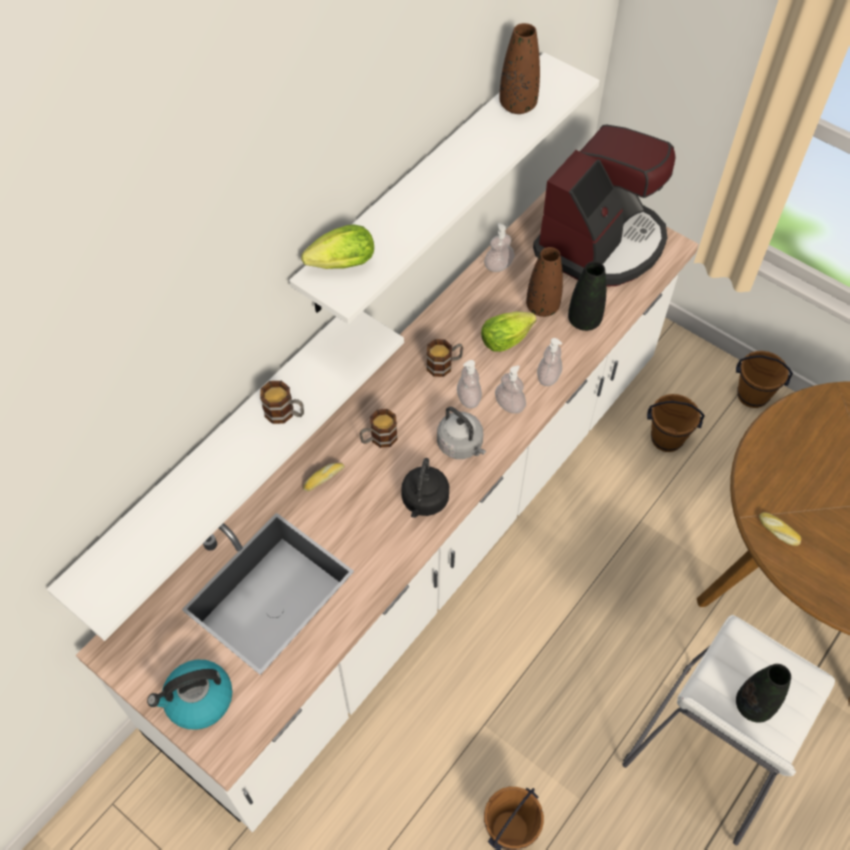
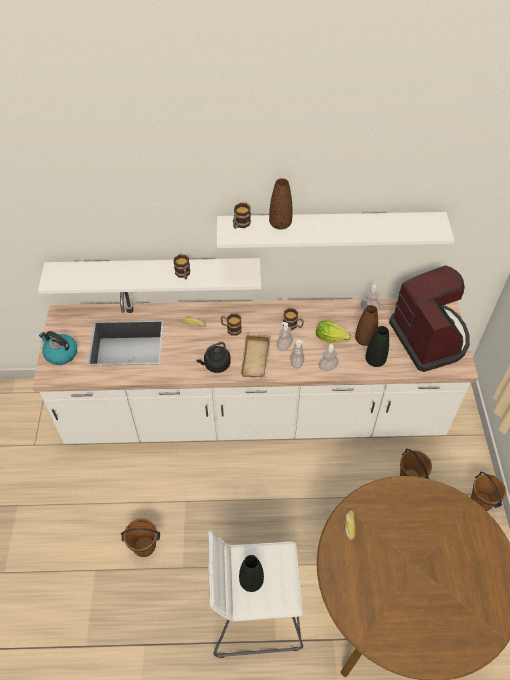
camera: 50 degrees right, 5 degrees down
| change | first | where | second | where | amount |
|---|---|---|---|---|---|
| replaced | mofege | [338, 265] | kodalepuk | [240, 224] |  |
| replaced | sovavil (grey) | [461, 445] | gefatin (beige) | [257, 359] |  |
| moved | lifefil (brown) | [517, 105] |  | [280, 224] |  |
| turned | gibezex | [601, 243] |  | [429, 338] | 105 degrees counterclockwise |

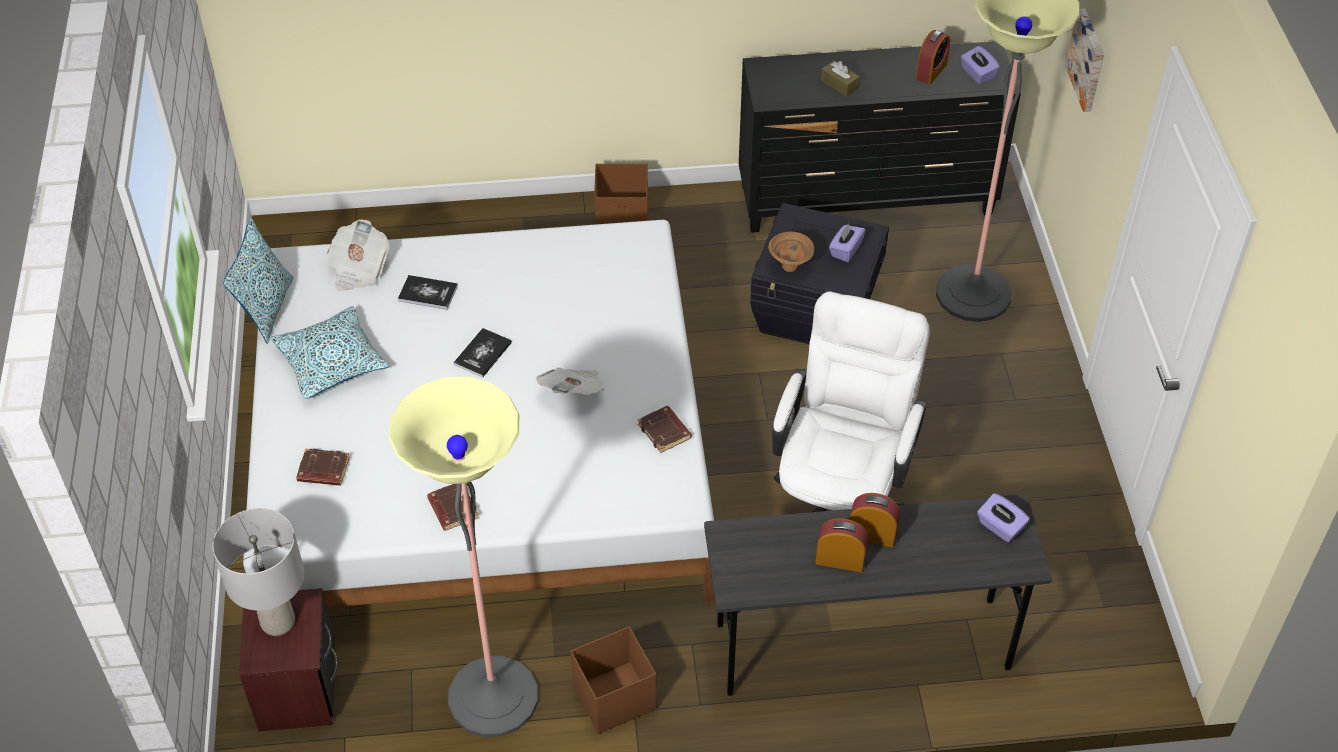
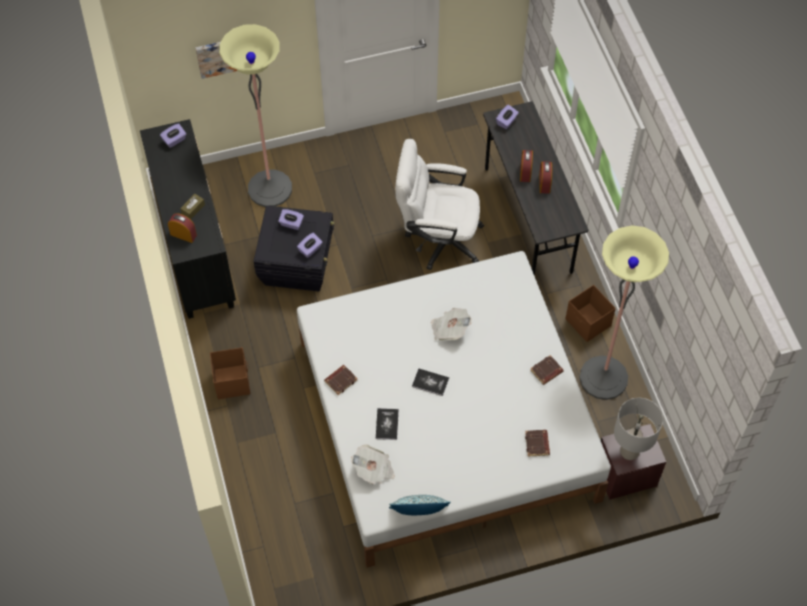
camera: 100 degrees left, 10 degrees up
| change | first | where | second | where | amount |
|---|---|---|---|---|---|
| moved | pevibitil | [931, 71] |  | [183, 235] |  |
| replaced | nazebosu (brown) | [790, 267] | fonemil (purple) | [310, 249] |  |
| moved | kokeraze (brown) | [665, 432] |  | [340, 380] |  |
| removed | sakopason | [331, 362] |  |  |  |

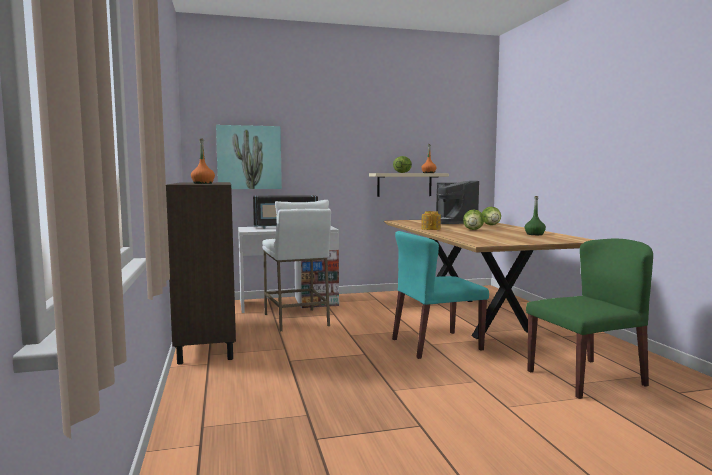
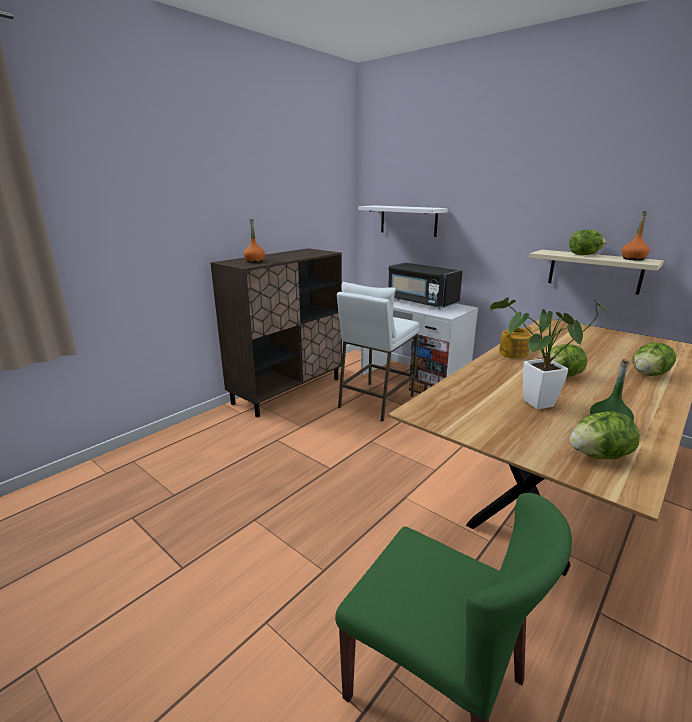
camera: 55 degrees right, 15 degrees up
| change | first | where | second | where | amount |
|---|---|---|---|---|---|
| replaced | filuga | [249, 157] | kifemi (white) | [408, 220] |  |
| added |  |  | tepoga | [532, 404] |  |
| added |  |  | mofege | [598, 455] |  |
| removed | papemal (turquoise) | [436, 344] |  |  |  |
| removed | gibezex | [455, 222] |  |  |  |

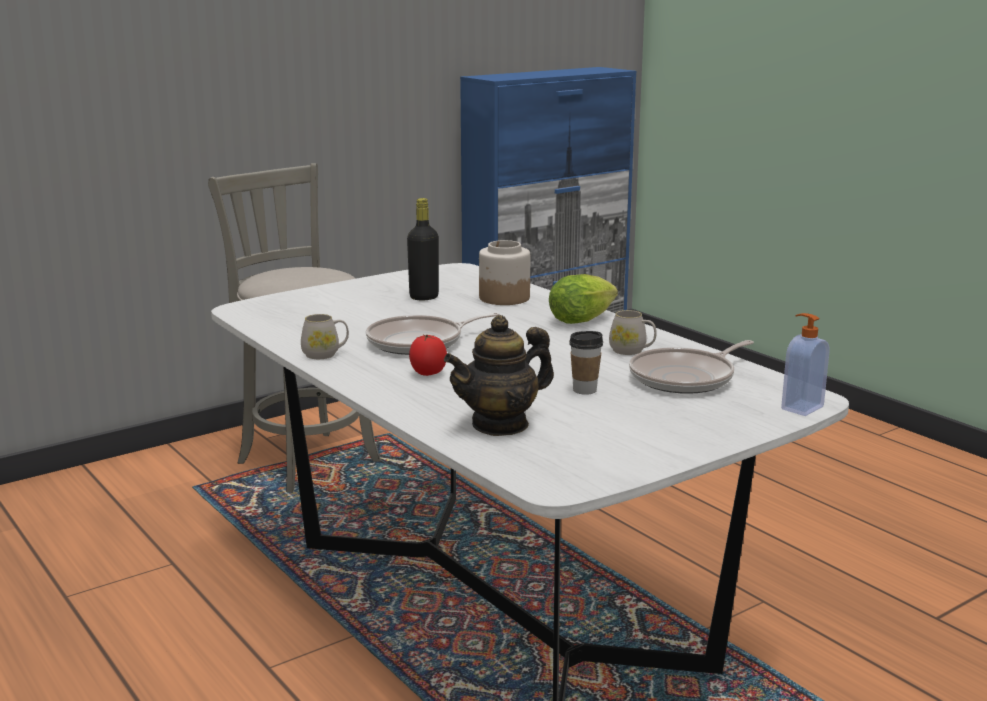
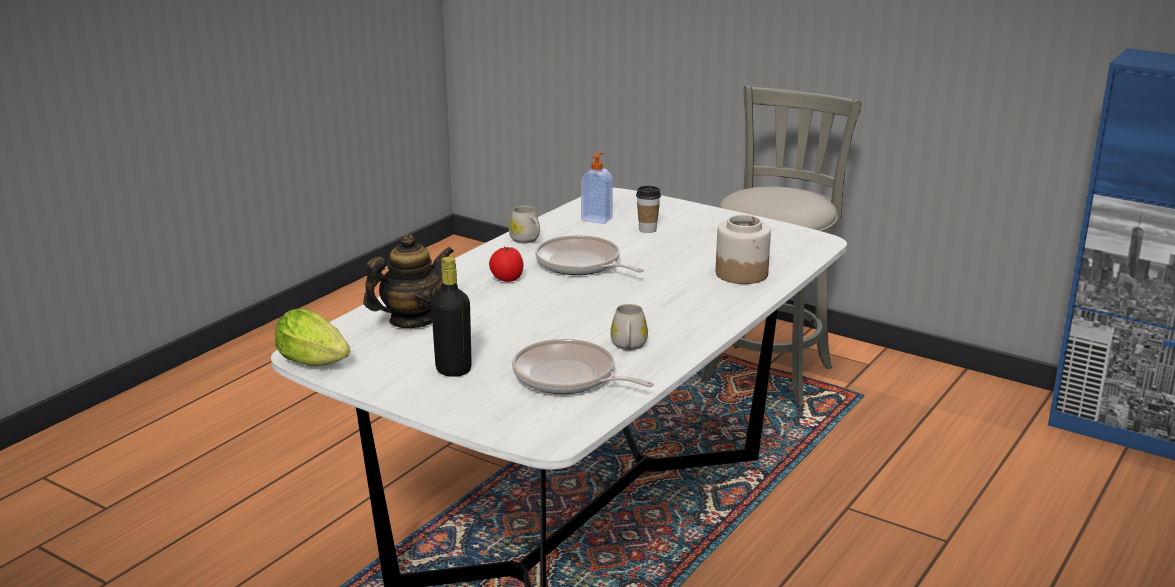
camera: 70 degrees right, 5 degrees up
| change | first | where | second | where | amount |
|---|---|---|---|---|---|
| moved | mofege | [584, 320] |  | [317, 364] |  |
| turned | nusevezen | [500, 424] |  | [412, 320] | 105 degrees clockwise |
| moved | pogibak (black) | [424, 297] |  | [453, 370] |  |
| moved | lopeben | [801, 408] |  | [597, 219] |  |
| moved | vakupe | [584, 390] |  | [647, 230] |  |

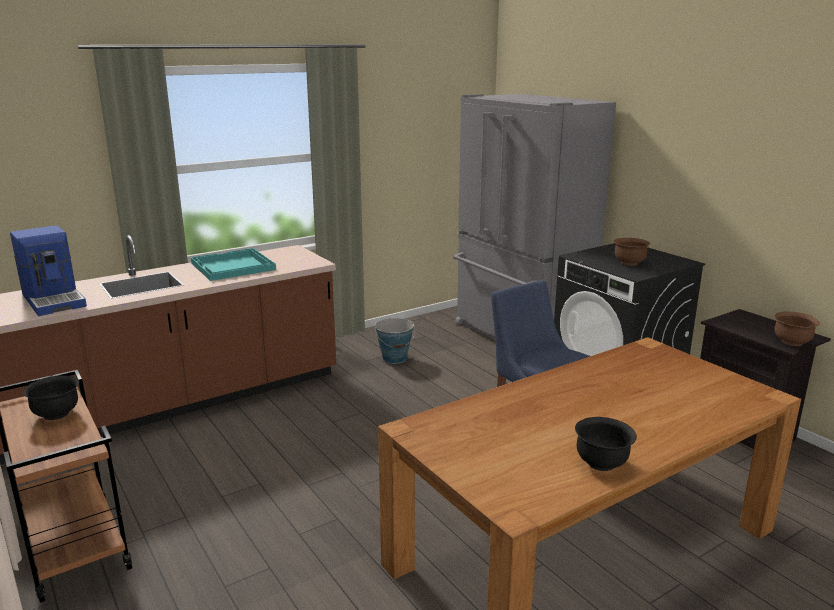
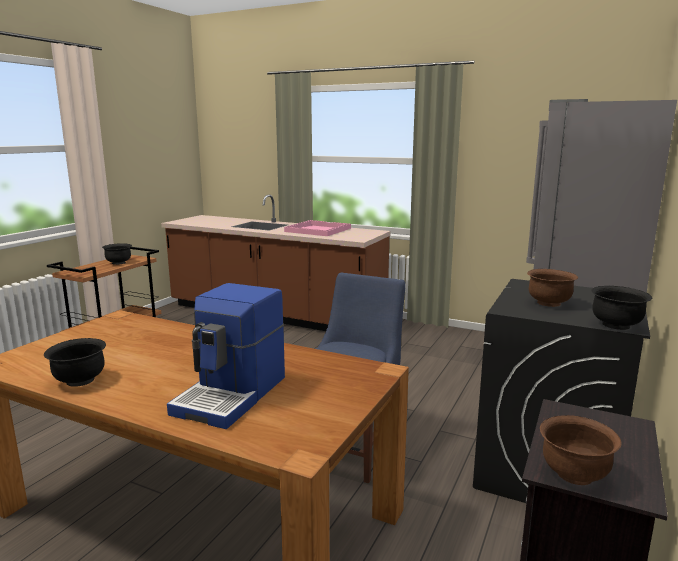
camera: 60 degrees right, 5 degrees down
| change | first | where | second | where | amount |
|---|---|---|---|---|---|
| moved | gibezex | [55, 300] |  | [233, 395] |  |
| recoloured | gefatin (turquoise) | [232, 266] | gefatin (pink) | [317, 230] |  |
| added |  |  | nazebosu (black) | [616, 325] |  |
| removed | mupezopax | [394, 358] |  |  |  |

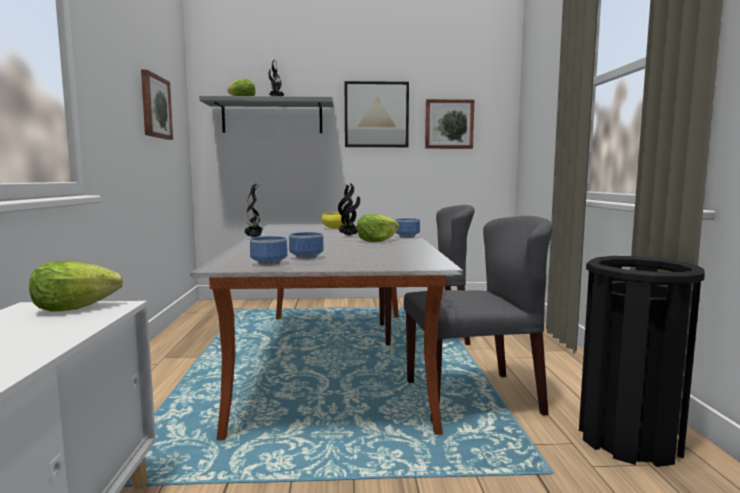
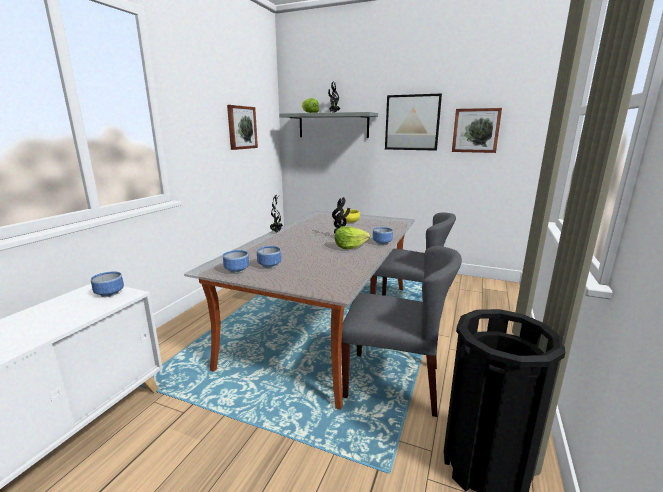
camera: 25 degrees right, 10 degrees up
| change | first | where | second | where | amount |
|---|---|---|---|---|---|
| replaced | mofege | [73, 308] | nazebosu | [109, 293] |  |

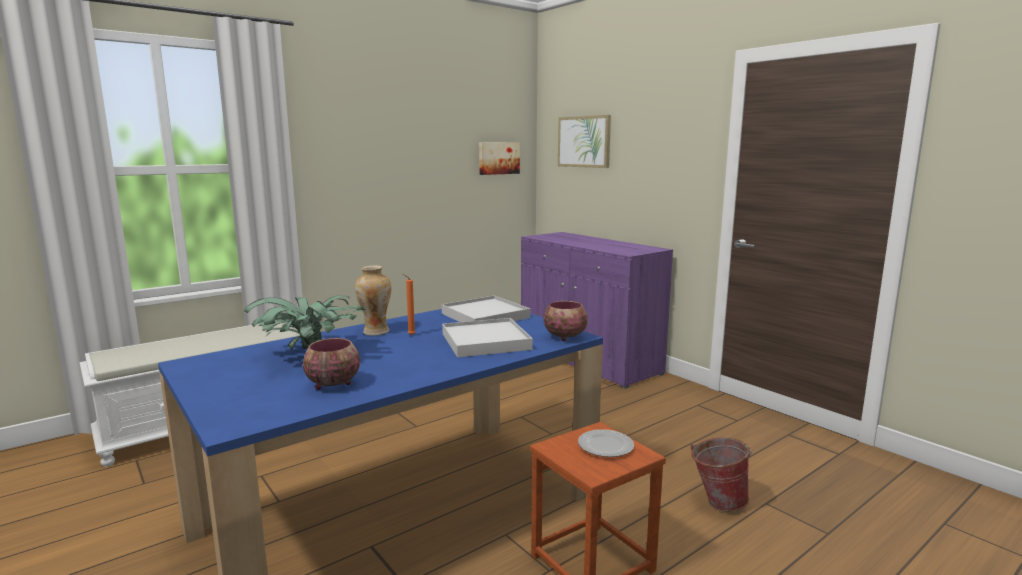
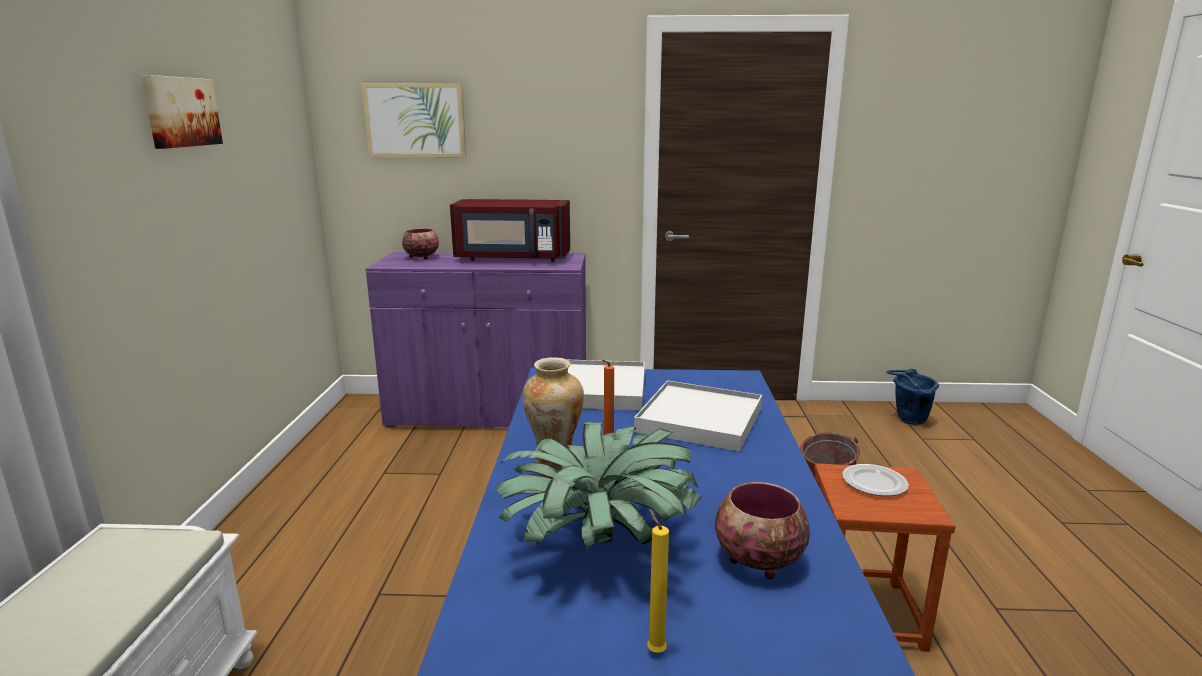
camera: 50 degrees left, 5 degrees up
| change | first | where | second | where | amount |
|---|---|---|---|---|---|
| moved | filuga | [498, 158] |  | [180, 112] |  |
| moved | nazebosu | [565, 337] |  | [421, 257] |  |
| added |  |  | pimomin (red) | [512, 258] |  |
| added |  |  | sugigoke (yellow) | [654, 650] |  |
| added |  |  | mupezopax (blue) | [907, 420] |  |

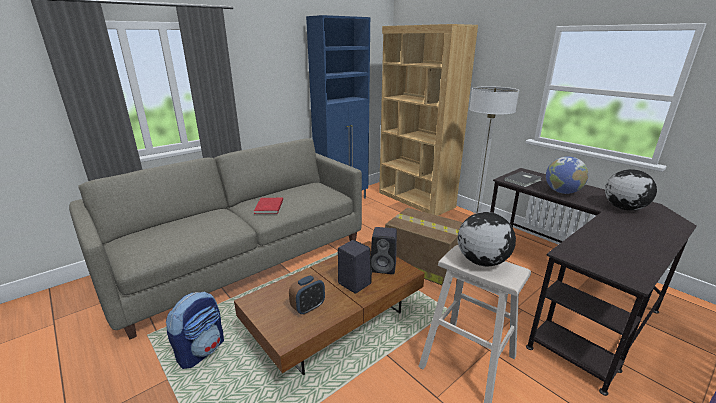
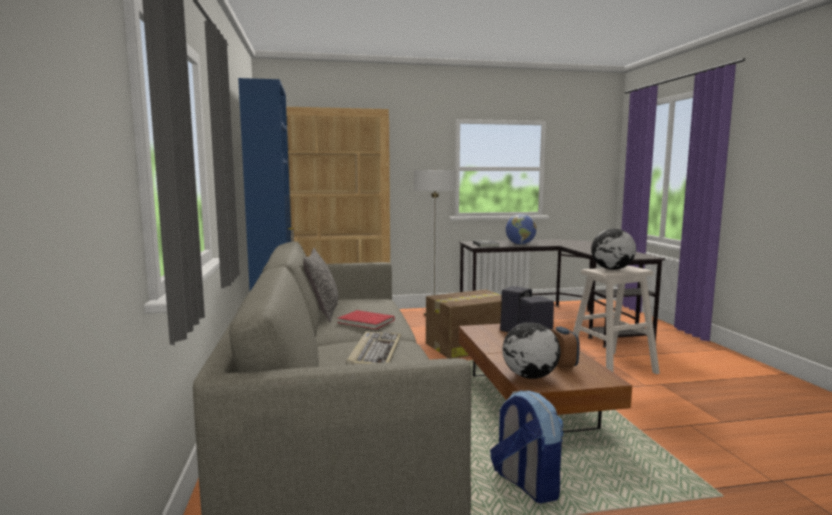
camera: 60 degrees left, 15 degrees down
| change | first | where | second | where | amount |
|---|---|---|---|---|---|
| added |  |  | sakopason | [323, 313] |  |
| added |  |  | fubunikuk | [375, 352] |  |
| moved | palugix | [623, 208] |  | [529, 376] |  |

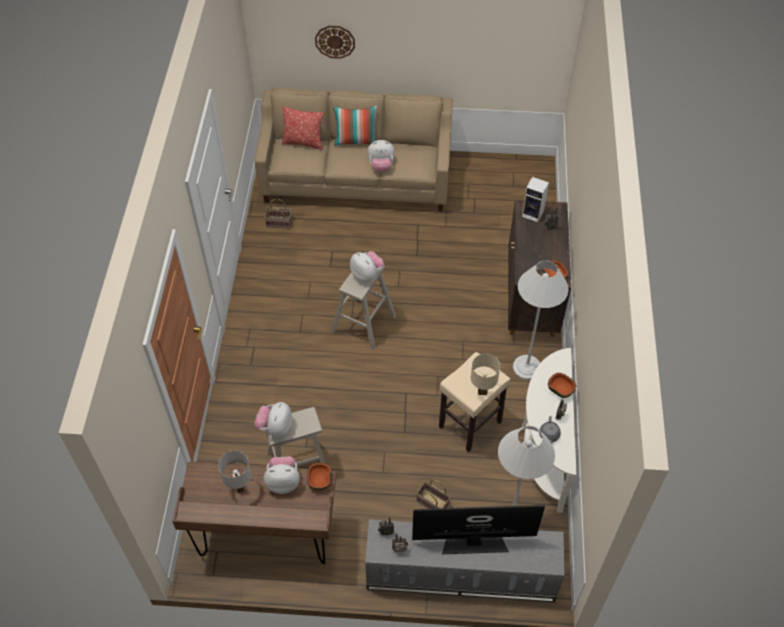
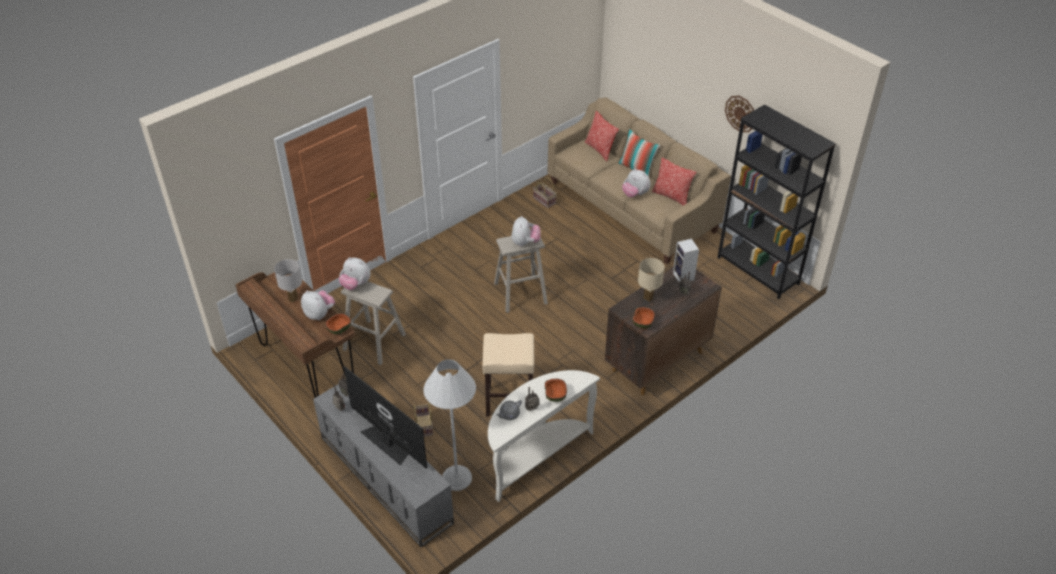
camera: 45 degrees right, 10 degrees down
| change | first | where | second | where | amount |
|---|---|---|---|---|---|
| turned | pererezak | [276, 427] |  | [356, 284] | 120 degrees counterclockwise |
| moved | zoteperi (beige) | [482, 392] |  | [648, 298] |  |
| added |  |  | sakopason | [671, 196] |  |
| added |  |  | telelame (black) | [758, 270] |  |
| moved | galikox | [335, 41] |  | [740, 113] |  |
| removed | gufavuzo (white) | [527, 367] |  |  |  |

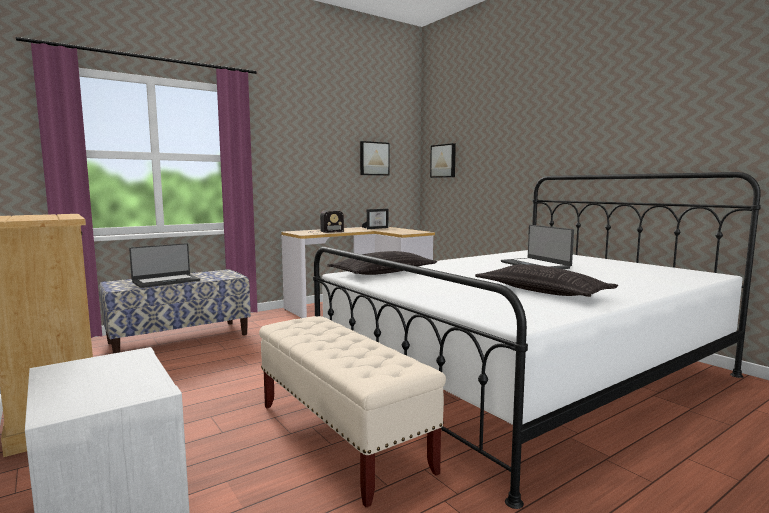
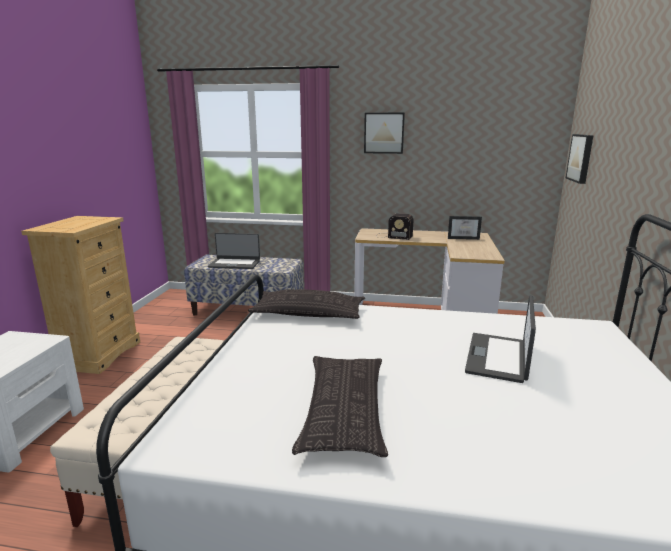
camera: 45 degrees right, 10 degrees up
| change | first | where | second | where | amount |
|---|---|---|---|---|---|
| moved | filuga | [374, 158] |  | [384, 133] |  |

